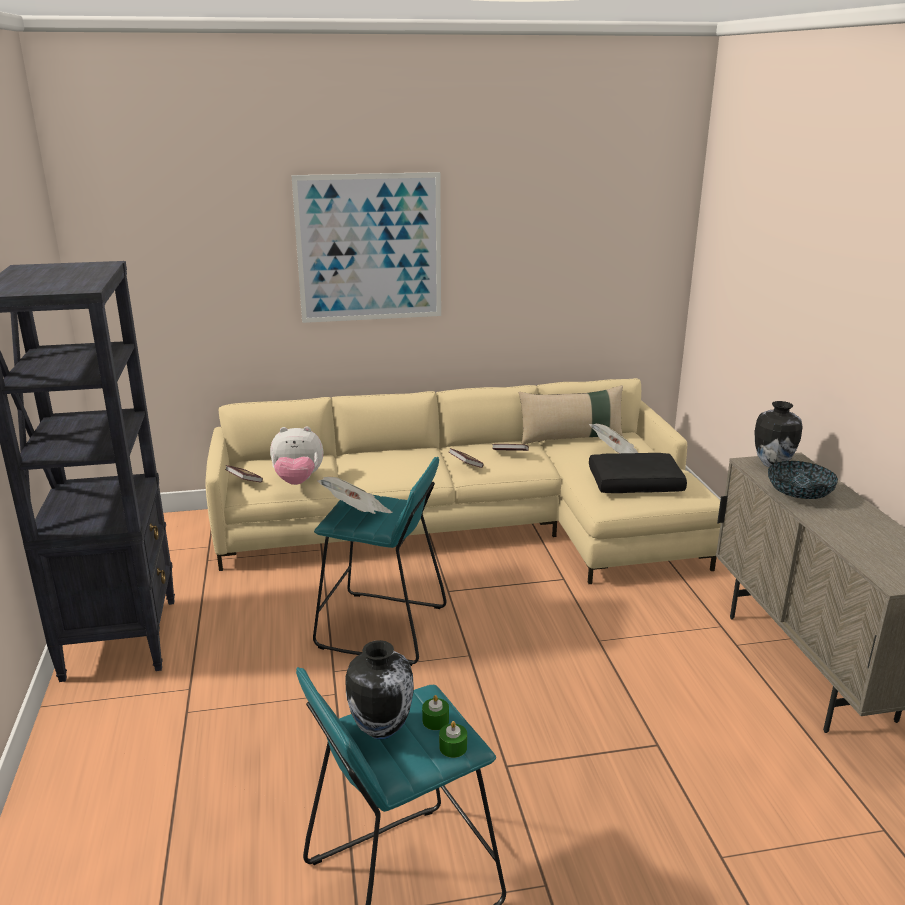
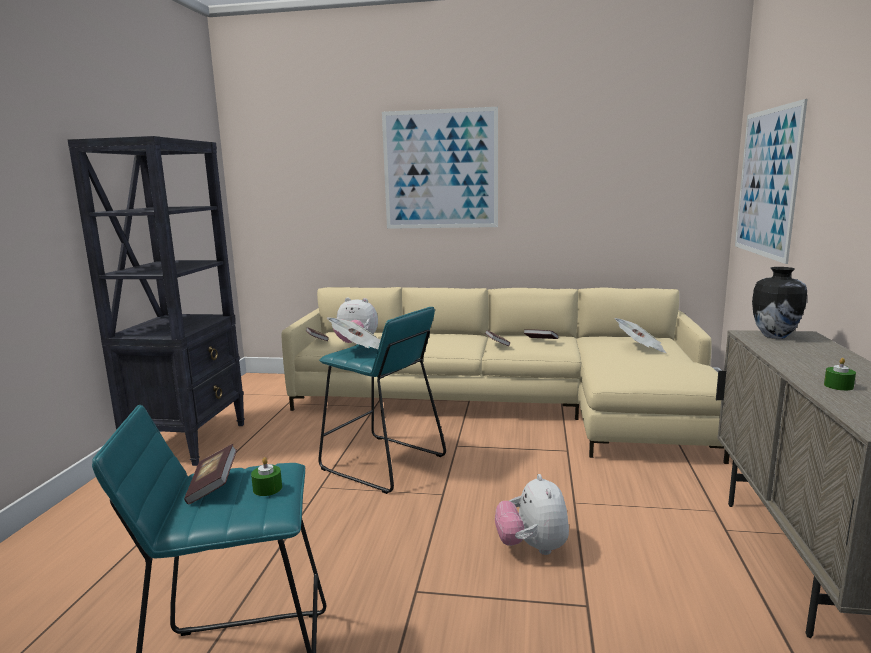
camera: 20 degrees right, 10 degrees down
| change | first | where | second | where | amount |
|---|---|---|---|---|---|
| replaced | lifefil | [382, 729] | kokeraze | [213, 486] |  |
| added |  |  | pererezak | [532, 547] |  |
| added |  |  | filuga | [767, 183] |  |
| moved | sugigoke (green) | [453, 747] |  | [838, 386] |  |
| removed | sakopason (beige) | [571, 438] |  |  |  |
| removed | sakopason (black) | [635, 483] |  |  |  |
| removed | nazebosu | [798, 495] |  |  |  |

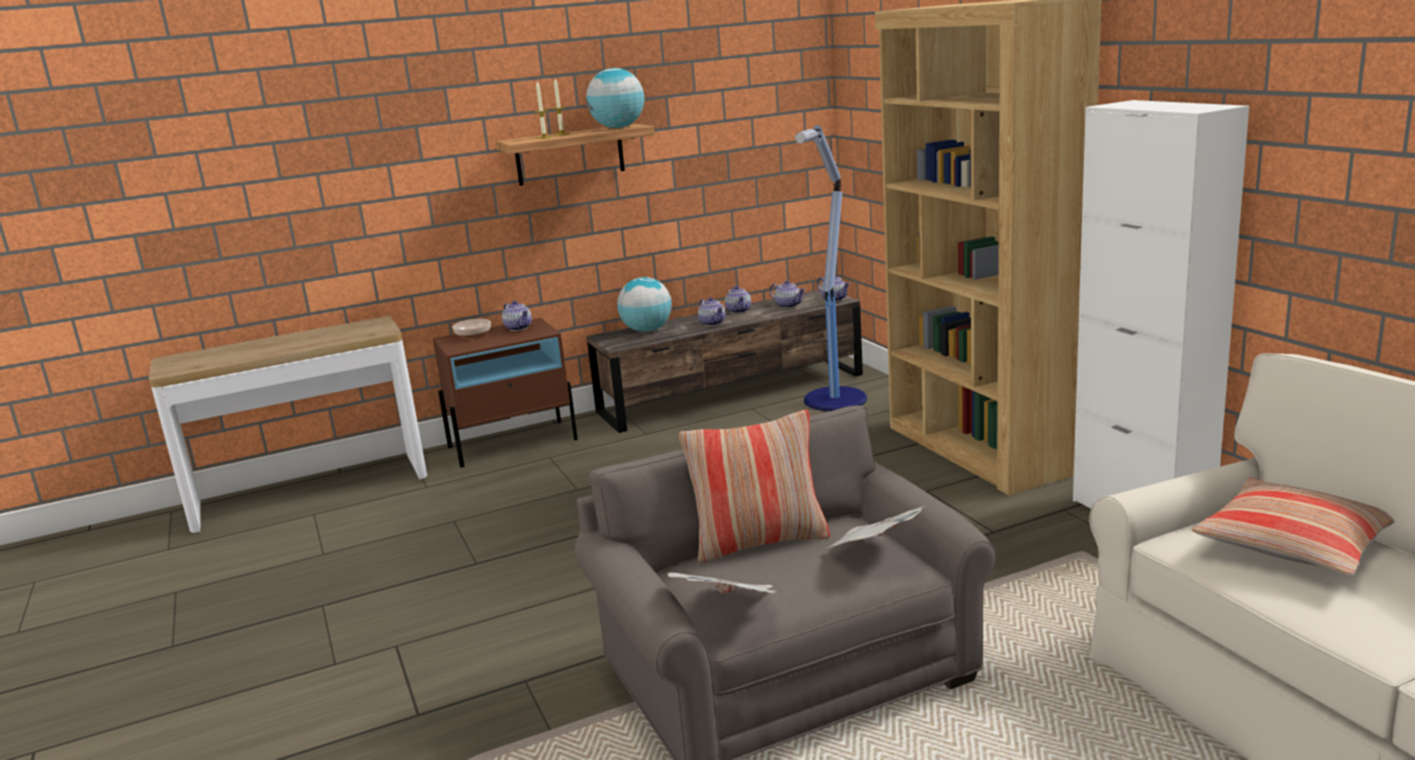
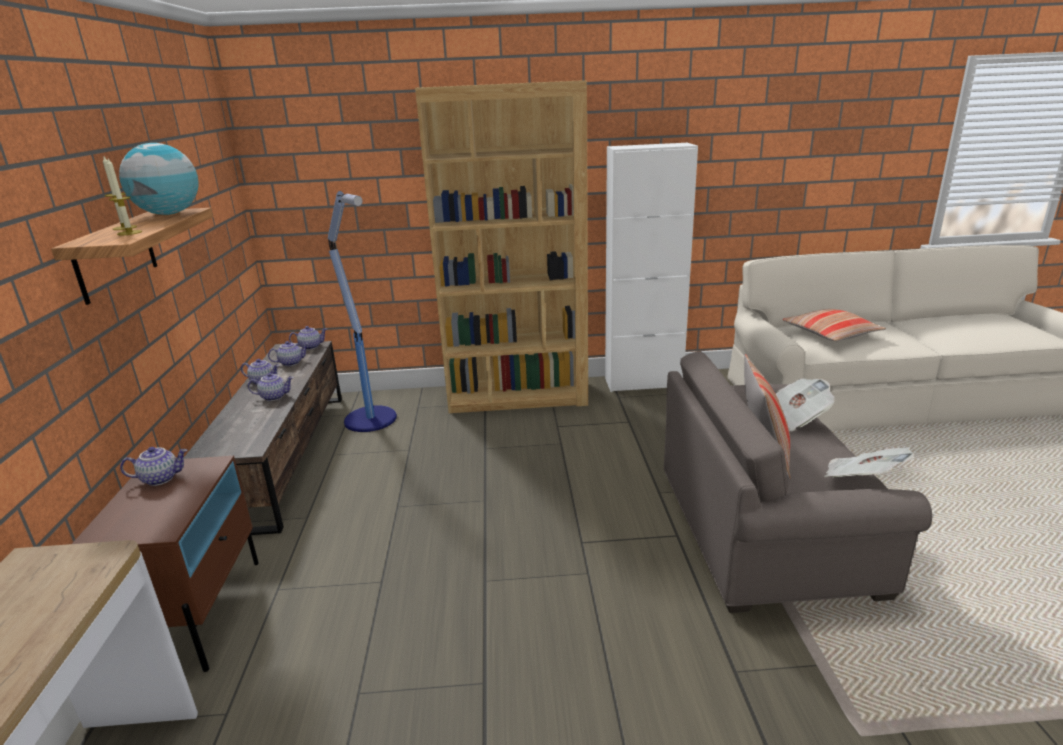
camera: 70 degrees left, 5 degrees up
| change | first | where | second | where | amount |
|---|---|---|---|---|---|
| removed | nazebosu | [473, 335] |  |  |  |
| removed | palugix | [647, 330] |  |  |  |

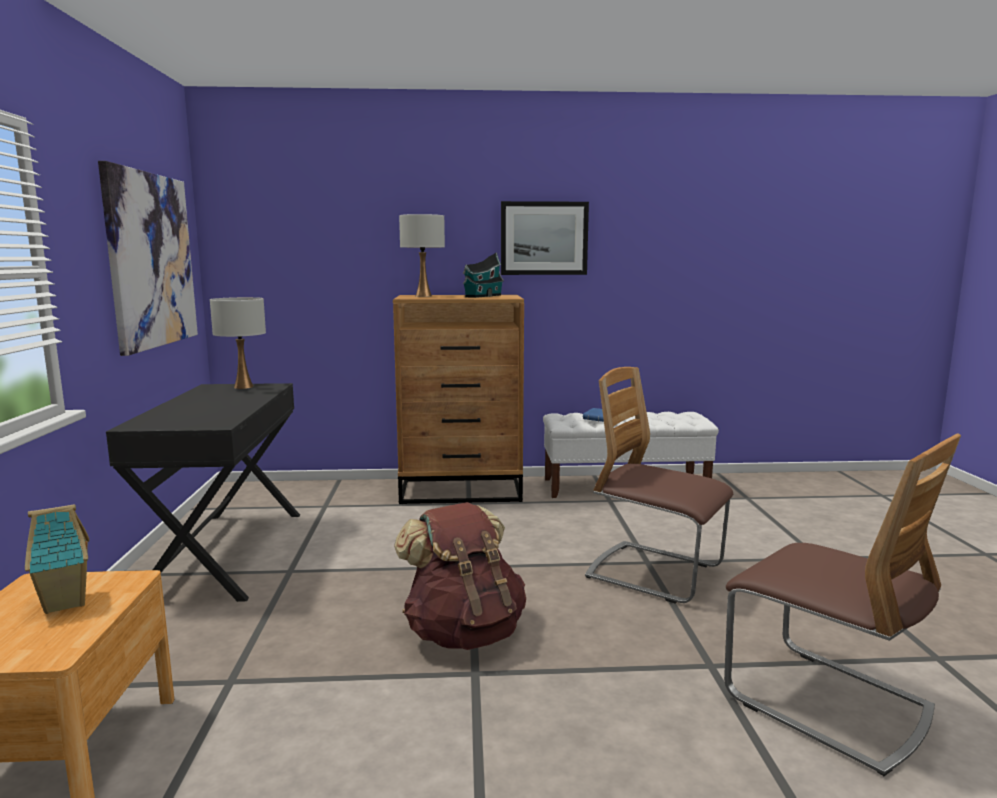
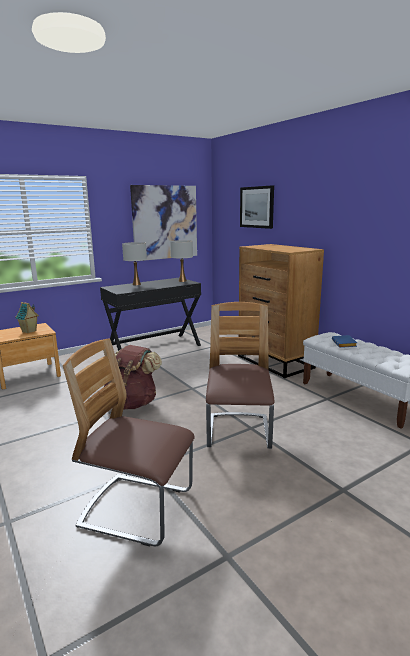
camera: 60 degrees right, 5 degrees up
| change | first | where | second | where | amount |
|---|---|---|---|---|---|
| turned | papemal | [826, 702] |  | [137, 509] | 90 degrees clockwise |
| moved | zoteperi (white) | [423, 296] |  | [136, 284] |  |
| moved | filuga | [544, 238] |  | [257, 207] |  |
| removed | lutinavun | [482, 296] |  |  |  |

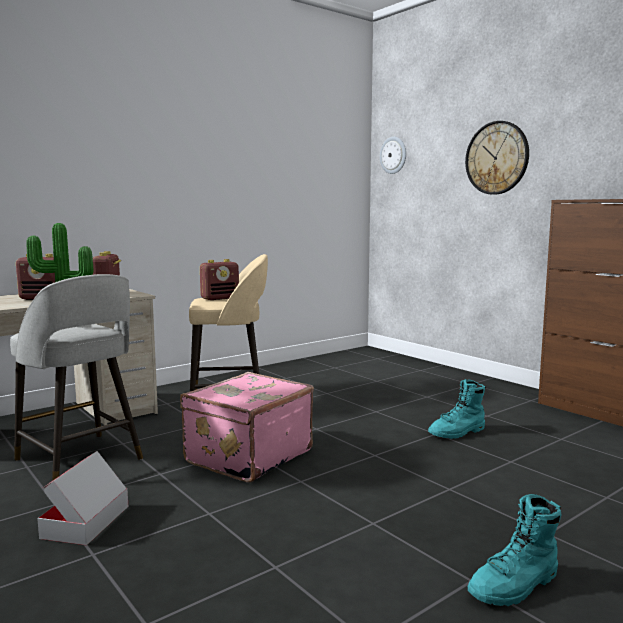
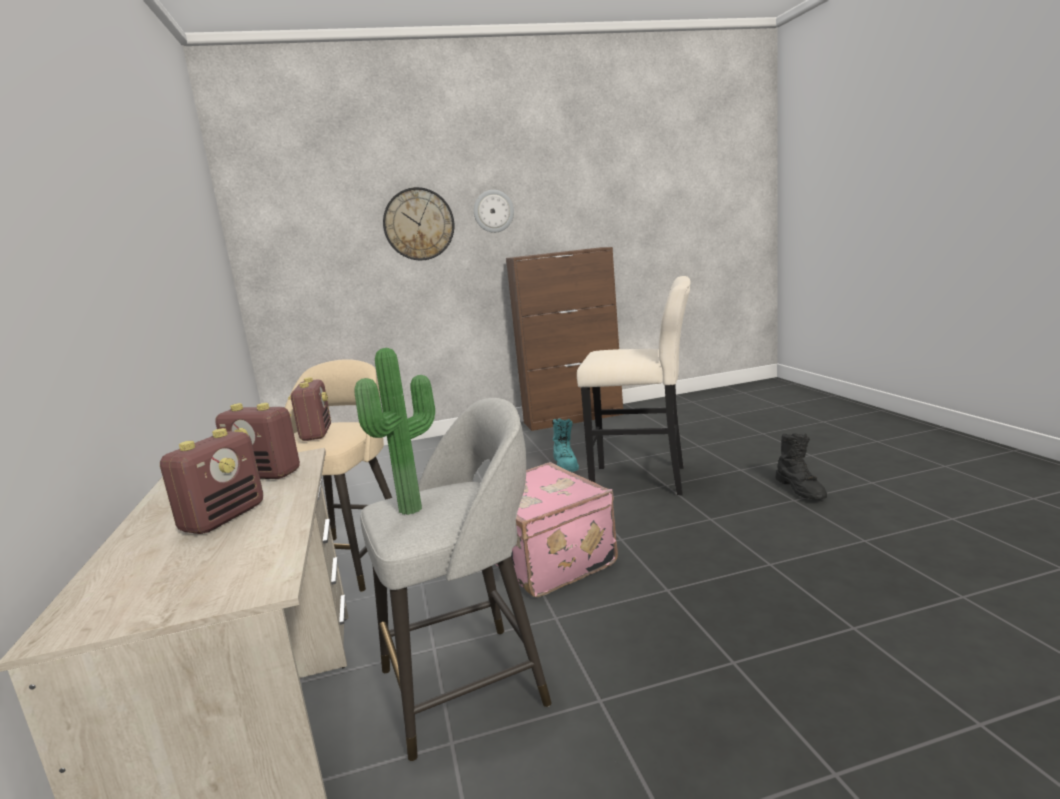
camera: 65 degrees left, 5 degrees up
| change | first | where | second | where | amount |
|---|---|---|---|---|---|
| moved | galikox | [393, 155] |  | [493, 211] |  |
| added |  |  | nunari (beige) | [644, 480] |  |
| recoloured | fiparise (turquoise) | [515, 586] | fiparise (black) | [801, 489] |  |
| removed | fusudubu | [86, 522] |  |  |  |

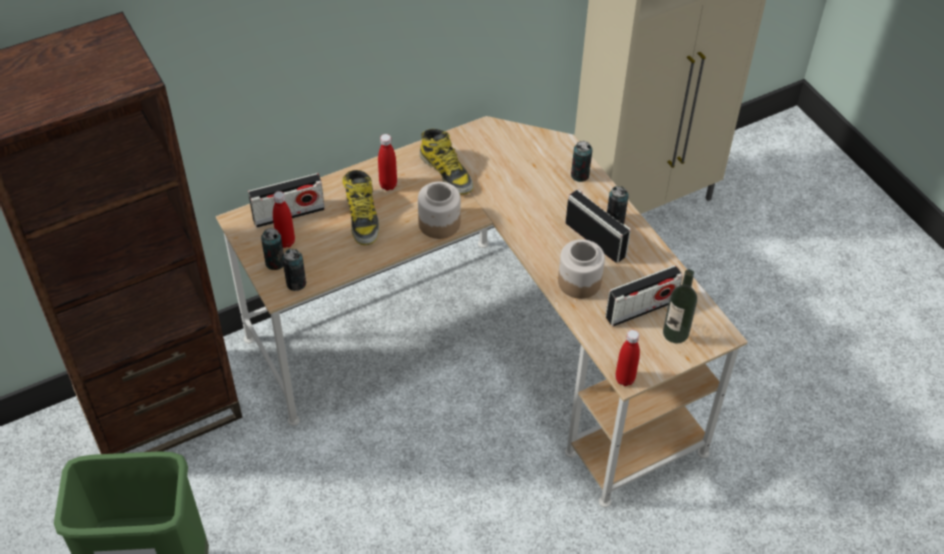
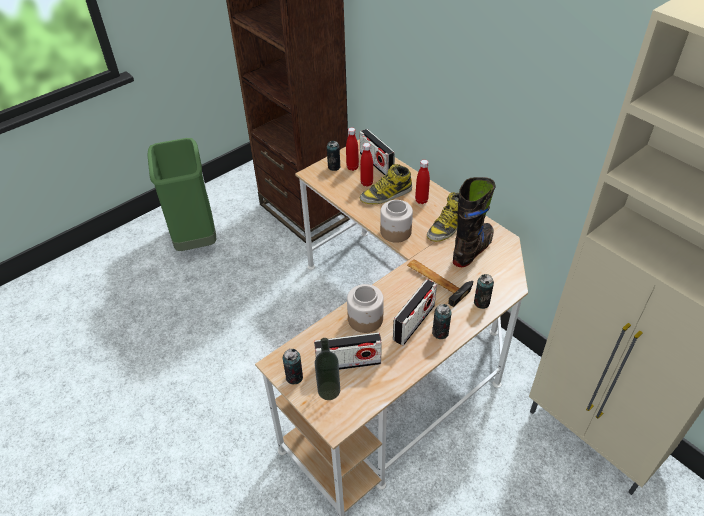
camera: 80 degrees right, 5 degrees down
| change | first | where | second | where | amount |
|---|---|---|---|---|---|
| moved | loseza | [296, 283] |  | [294, 377] |  |
| turned | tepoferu | [641, 309] |  | [348, 363] | 60 degrees counterclockwise |
| moved | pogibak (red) | [624, 379] |  | [366, 183] |  |
| added |  |  | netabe | [437, 280] |  |
| added |  |  | fiparise (black) | [472, 250] |  |

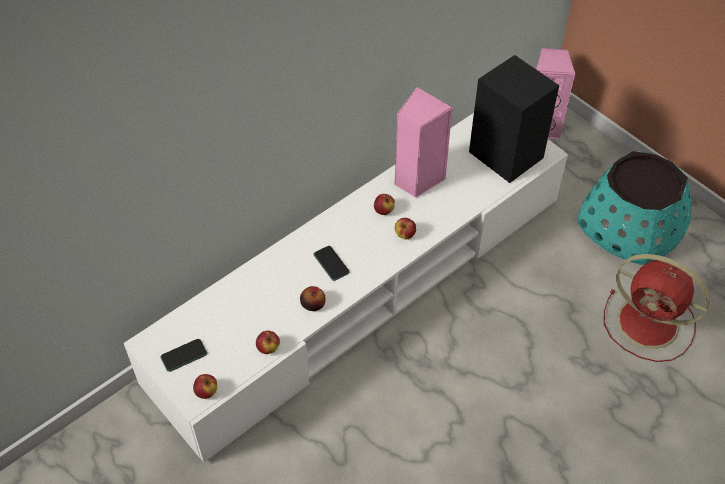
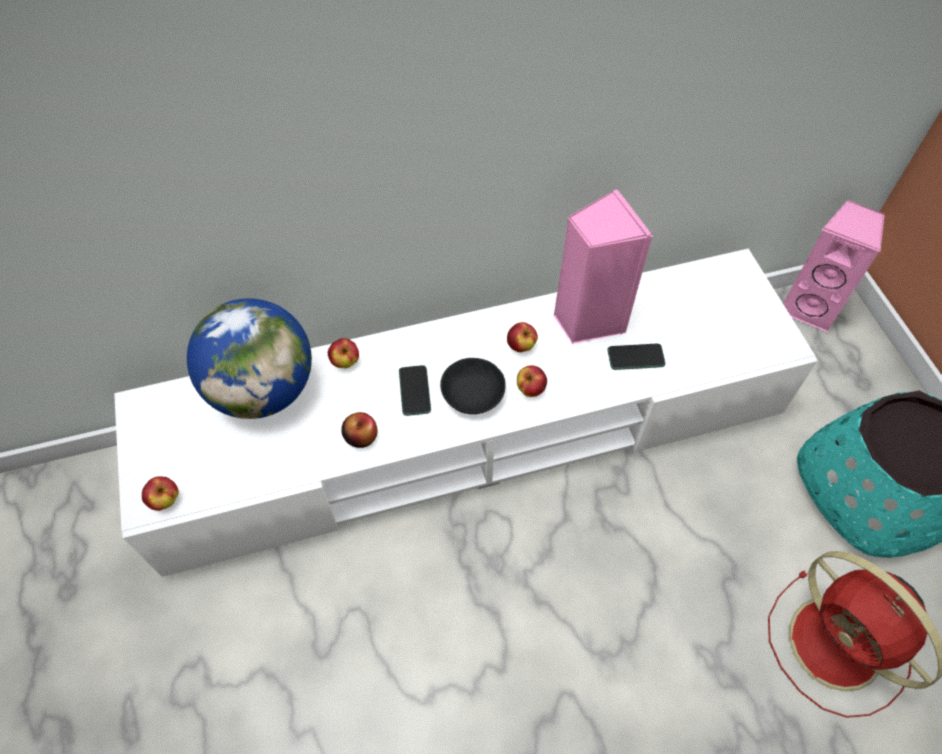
camera: 25 degrees right, 5 degrees up
| change | first | where | second | where | amount |
|---|---|---|---|---|---|
| added |  |  | palugix | [263, 390] |  |
| moved | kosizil | [268, 348] |  | [345, 362] |  |
| added |  |  | nazebosu (black) | [473, 395] |  |
| moved | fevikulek | [184, 355] |  | [635, 357] |  |
| removed | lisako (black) | [507, 156] |  |  |  |

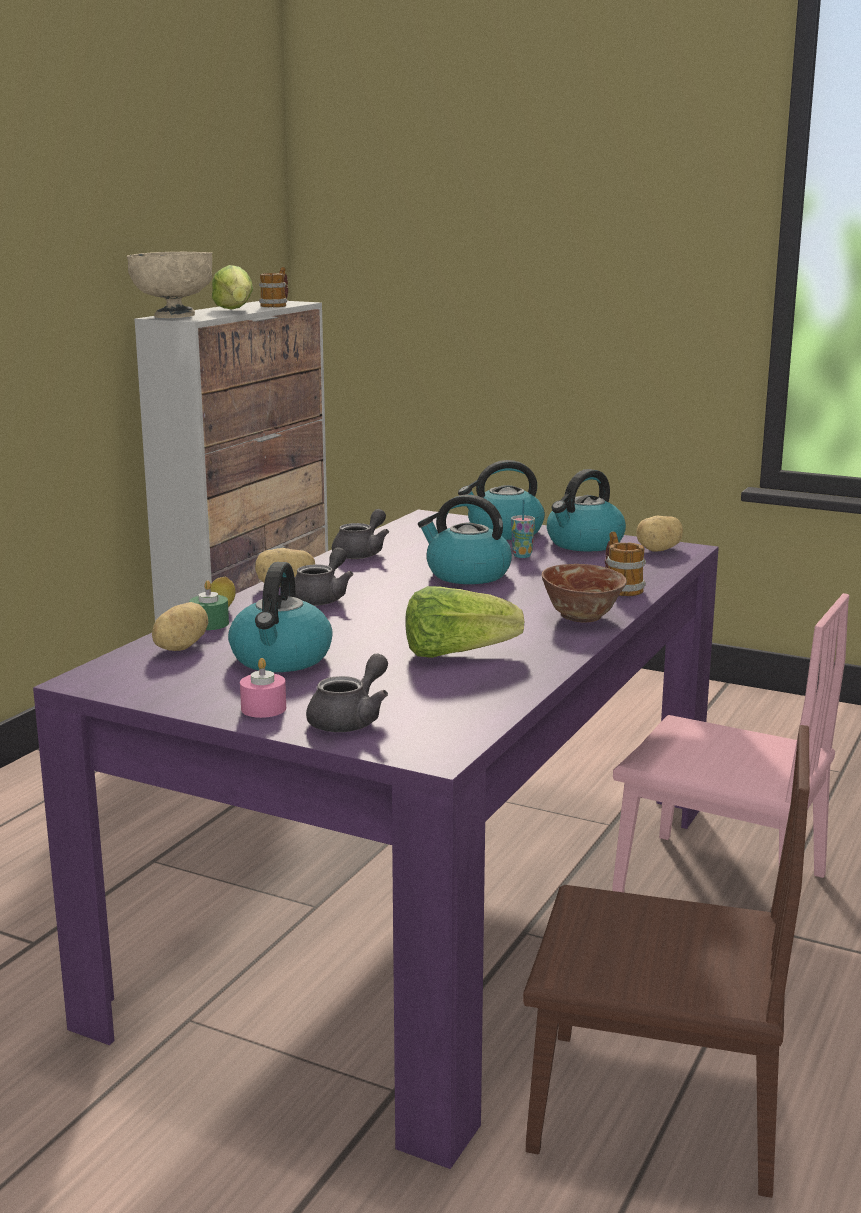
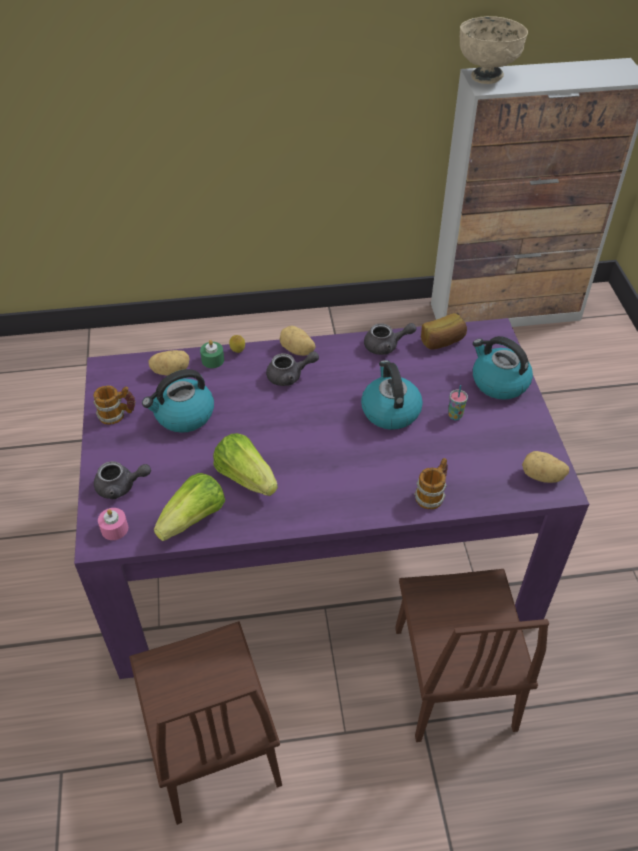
camera: 55 degrees right, 30 degrees up
| change | first | where | second | where | amount |
|---|---|---|---|---|---|
| moved | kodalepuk | [276, 305] |  | [117, 414] |  |
| moved | sugigoke (pink) | [263, 708] |  | [114, 529] |  |
| moved | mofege | [235, 311] |  | [194, 519] |  |
| recoloured | papemal (pink) | [719, 885] | papemal (brown) | [453, 677] |  |
| added |  |  | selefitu | [443, 341] |  |
| removed | nazebosu | [582, 617] |  |  |  |
| removed | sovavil | [584, 544] |  |  |  |

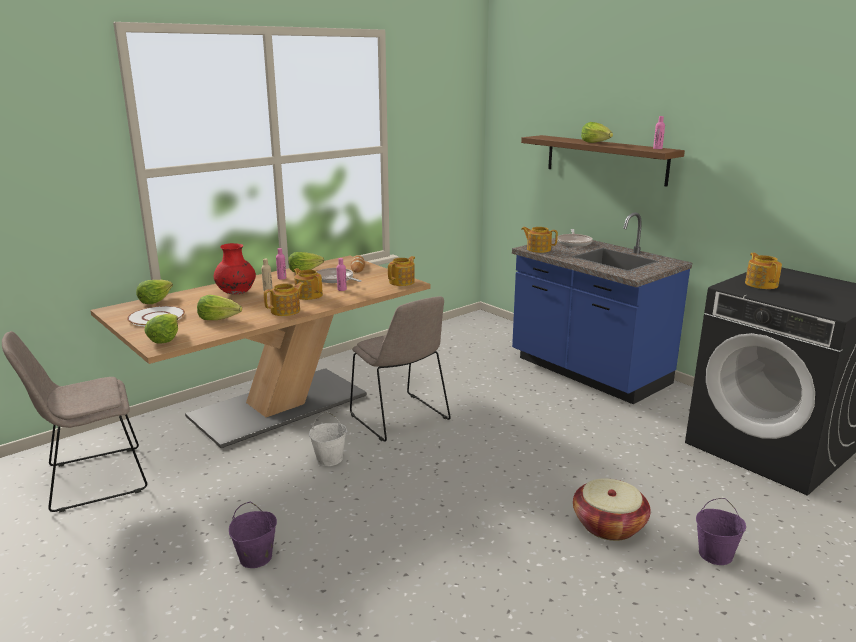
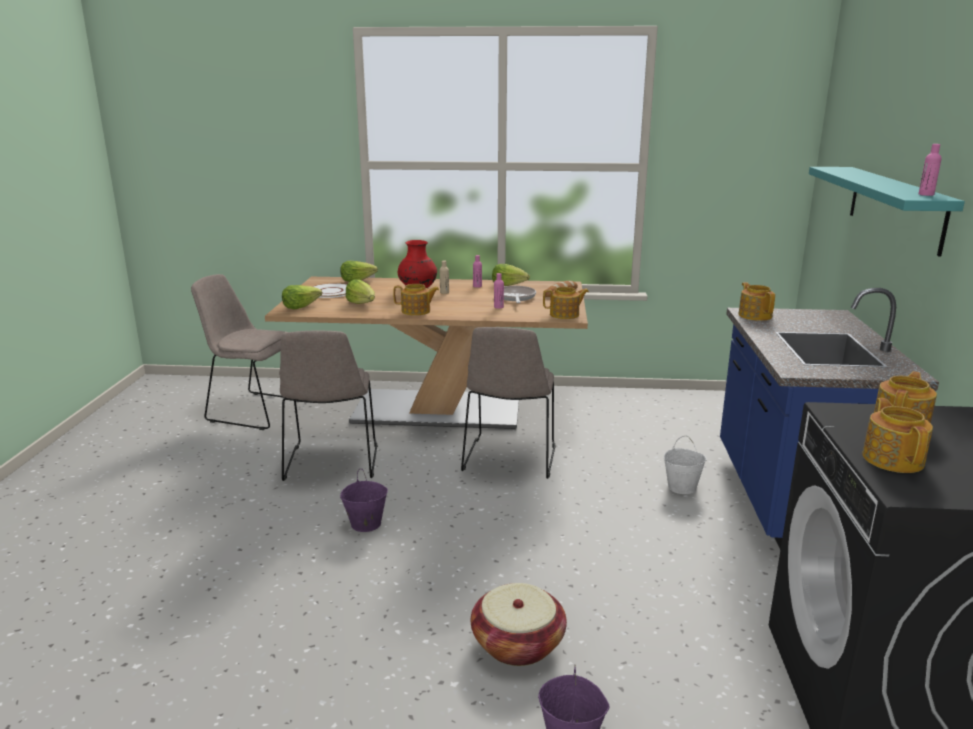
camera: 45 degrees right, 0 degrees up
| change | first | where | second | where | amount |
|---|---|---|---|---|---|
| added |  |  | papemal (beige) | [331, 464] |  |
| moved | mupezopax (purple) | [255, 558] |  | [365, 524] |  |
| moved | mupezopax (white) | [330, 459] |  | [682, 487] |  |
| recoloured | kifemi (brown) | [605, 159] | kifemi (turquoise) | [895, 207] |  |
| moved | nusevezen | [309, 295] |  | [893, 459] |  |
| removed | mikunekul | [574, 242] |  |  |  |
| removed | mofege | [596, 143] |  |  |  |

